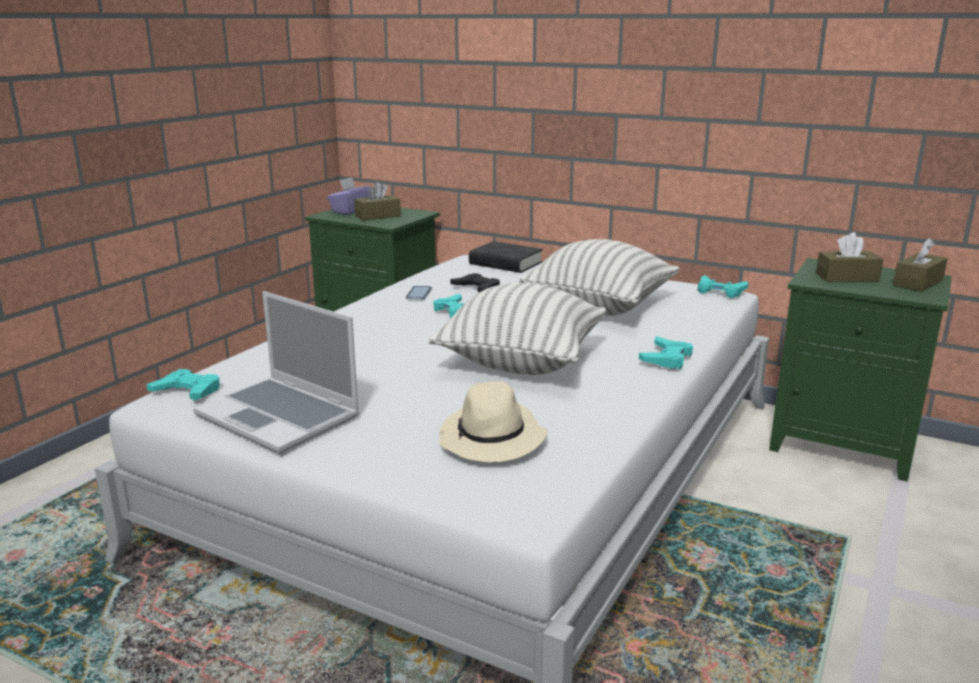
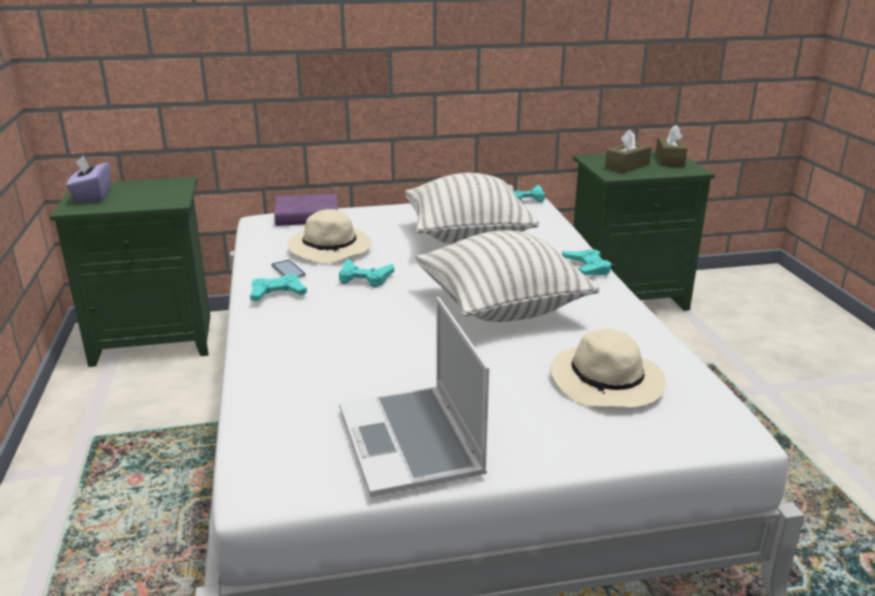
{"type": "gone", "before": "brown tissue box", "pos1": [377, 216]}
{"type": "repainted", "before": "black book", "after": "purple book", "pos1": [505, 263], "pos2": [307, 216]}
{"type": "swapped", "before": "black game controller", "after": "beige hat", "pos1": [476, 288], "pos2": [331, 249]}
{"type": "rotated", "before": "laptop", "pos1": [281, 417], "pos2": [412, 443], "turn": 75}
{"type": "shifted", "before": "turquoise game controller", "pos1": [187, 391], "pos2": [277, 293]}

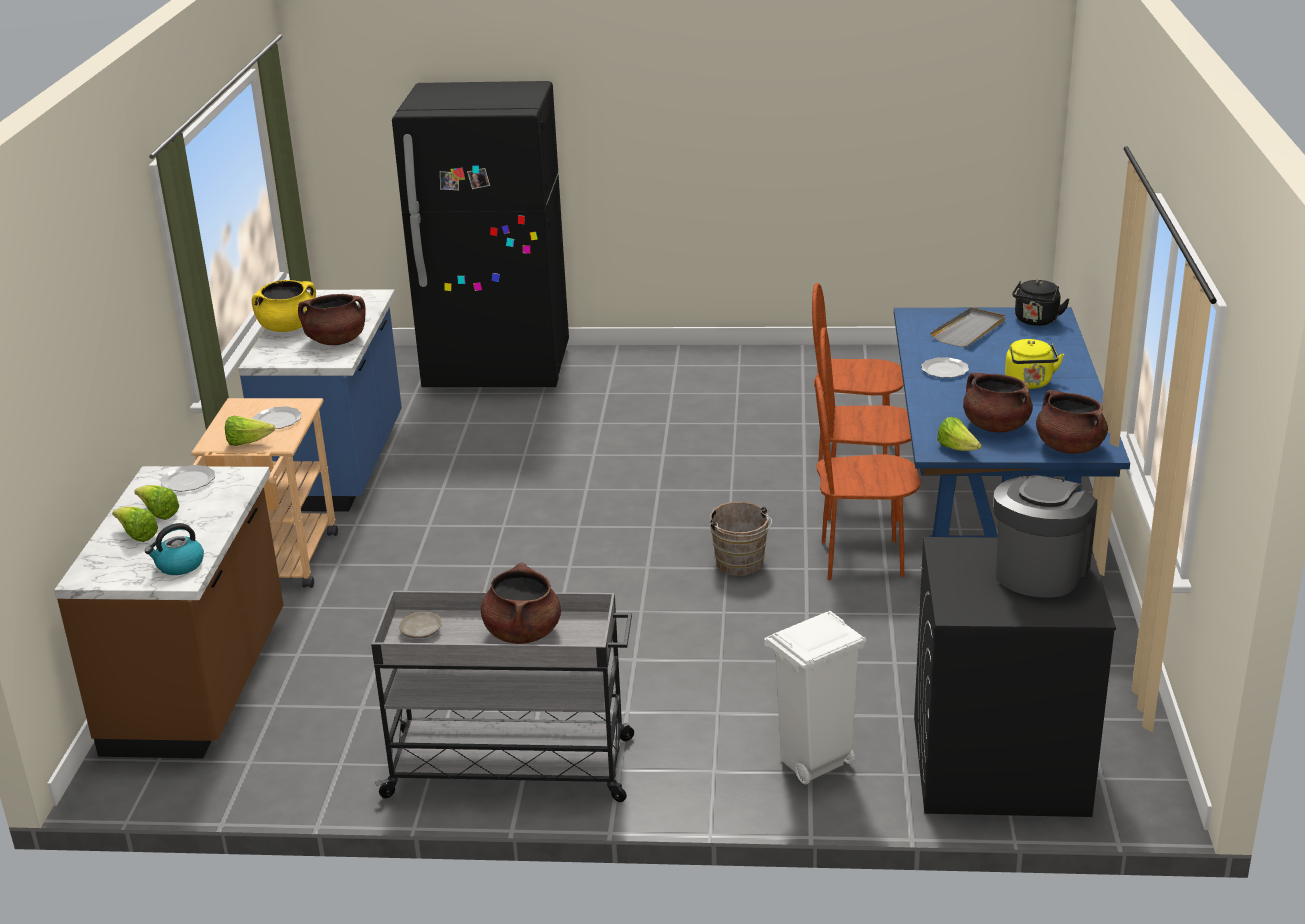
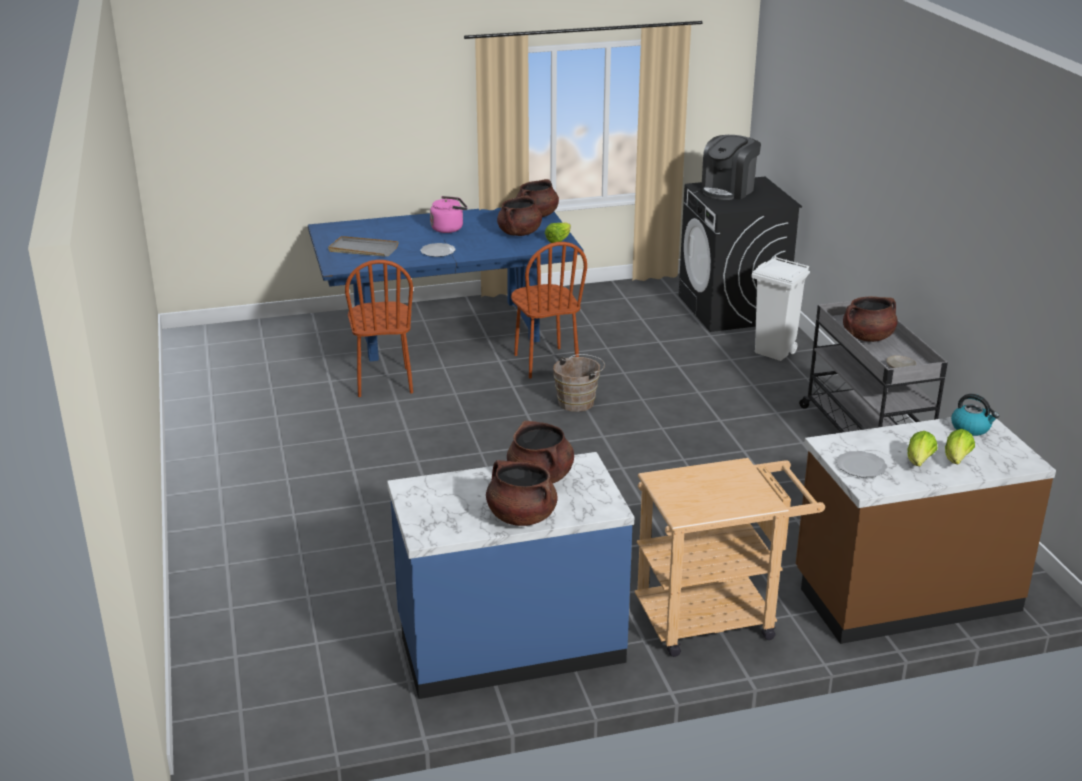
{"type": "gone", "before": "black fridge", "pos1": [498, 370]}
{"type": "repainted", "before": "yellow cooking pot", "after": "brown cooking pot", "pos1": [288, 327], "pos2": [521, 516]}
{"type": "gone", "before": "black kettle", "pos1": [1036, 321]}
{"type": "gone", "before": "brown chair", "pos1": [863, 504]}
{"type": "repainted", "before": "yellow kettle", "after": "pink kettle", "pos1": [1029, 383], "pos2": [449, 228]}
{"type": "gone", "before": "plate", "pos1": [276, 420]}
{"type": "gone", "before": "lettuce", "pos1": [247, 442]}
{"type": "rotated", "before": "coffee machine", "pos1": [1039, 570], "pos2": [728, 190], "turn": -60}

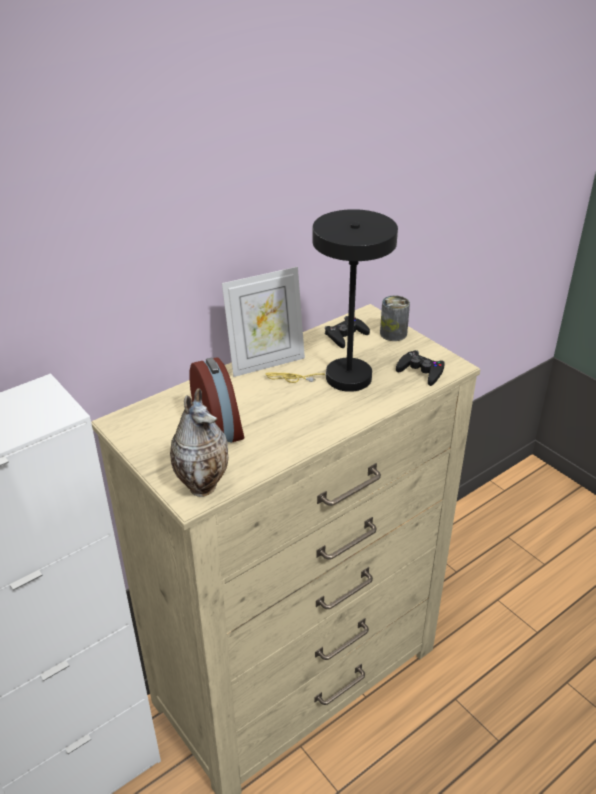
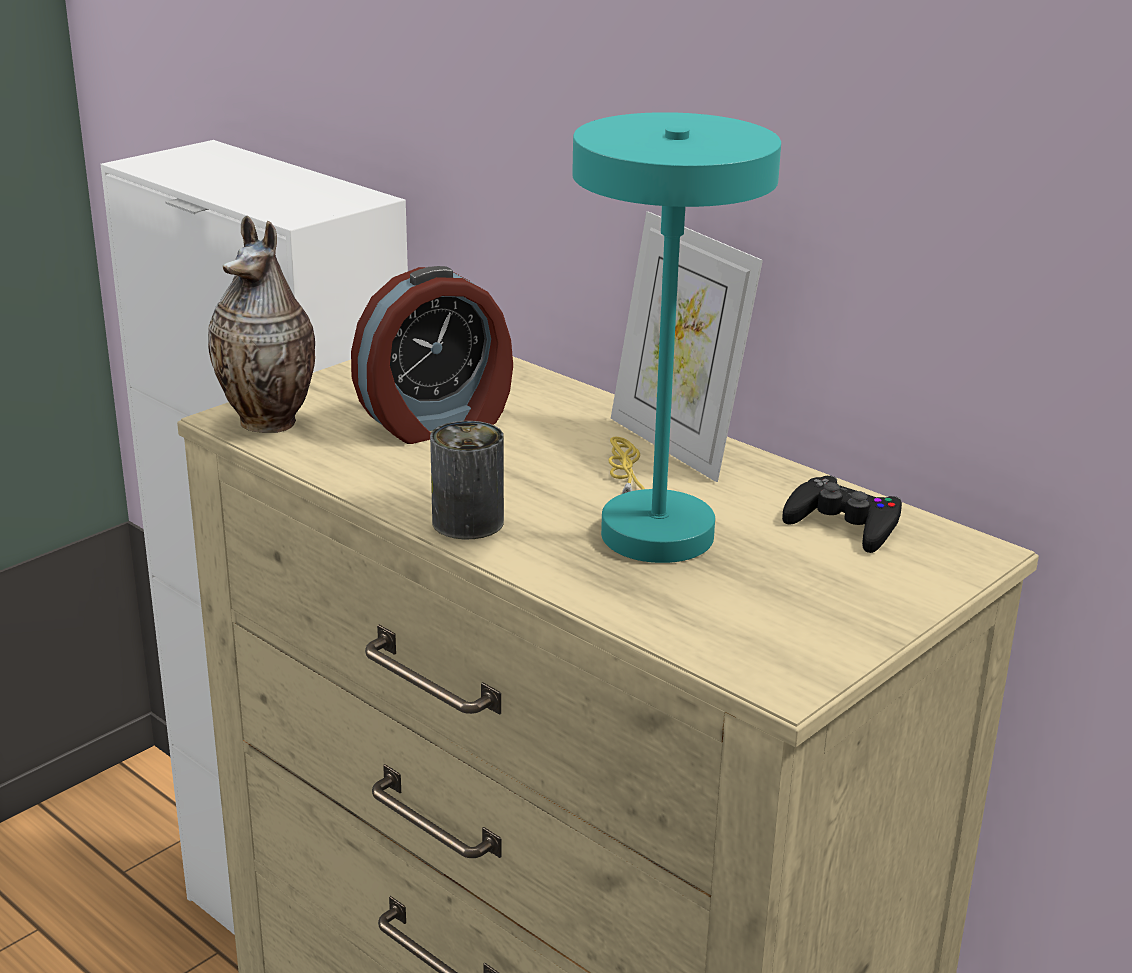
{"type": "repainted", "before": "black table lamp", "after": "turquoise table lamp", "pos1": [339, 378], "pos2": [650, 524]}
{"type": "shifted", "before": "can", "pos1": [393, 333], "pos2": [467, 522]}
{"type": "gone", "before": "black game controller", "pos1": [420, 372]}

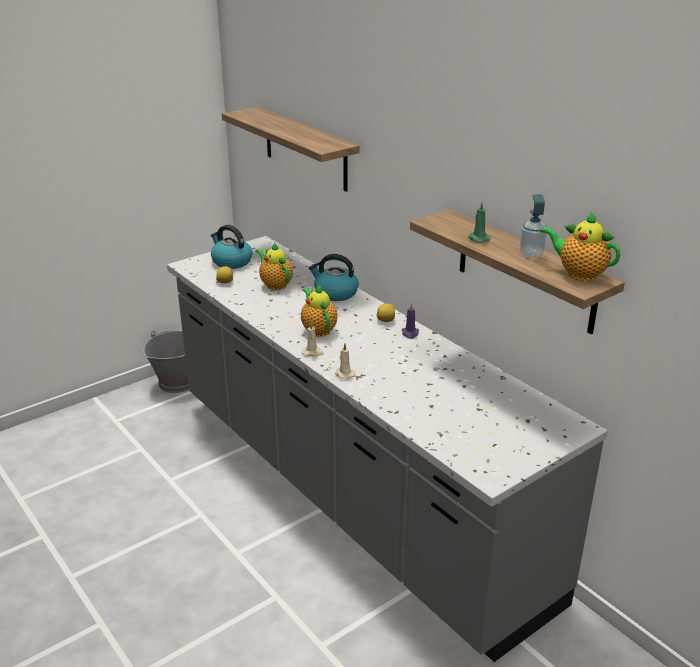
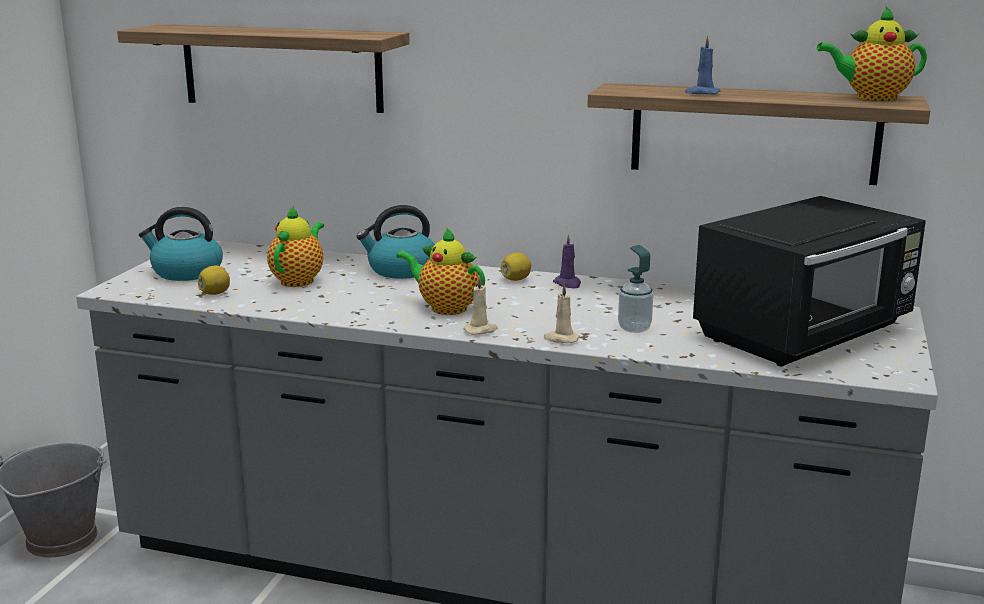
{"type": "shifted", "before": "soap dispenser", "pos1": [531, 254], "pos2": [634, 328]}
{"type": "repainted", "before": "green candle", "after": "blue candle", "pos1": [478, 238], "pos2": [702, 93]}
{"type": "rotated", "before": "teapot", "pos1": [275, 284], "pos2": [299, 280], "turn": 90}
{"type": "new", "after": "black microwave", "pos2": [805, 334]}

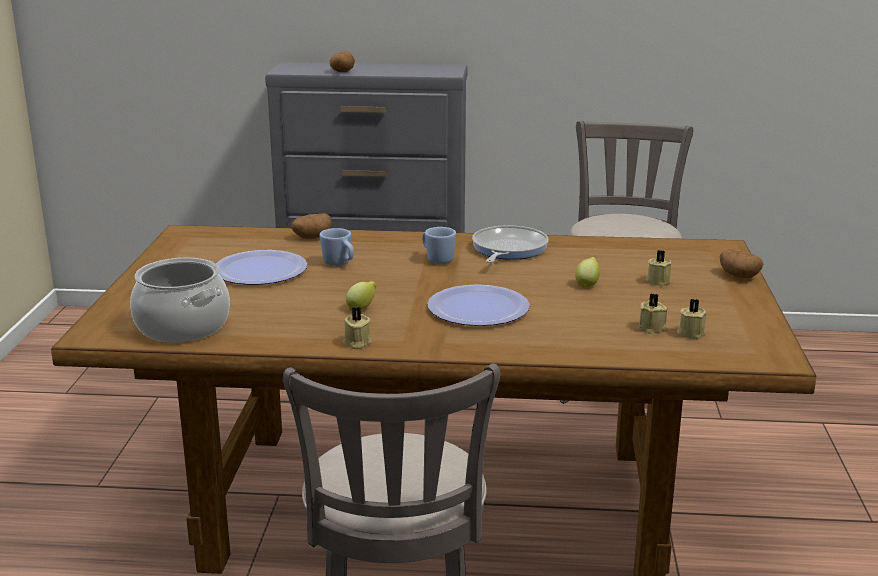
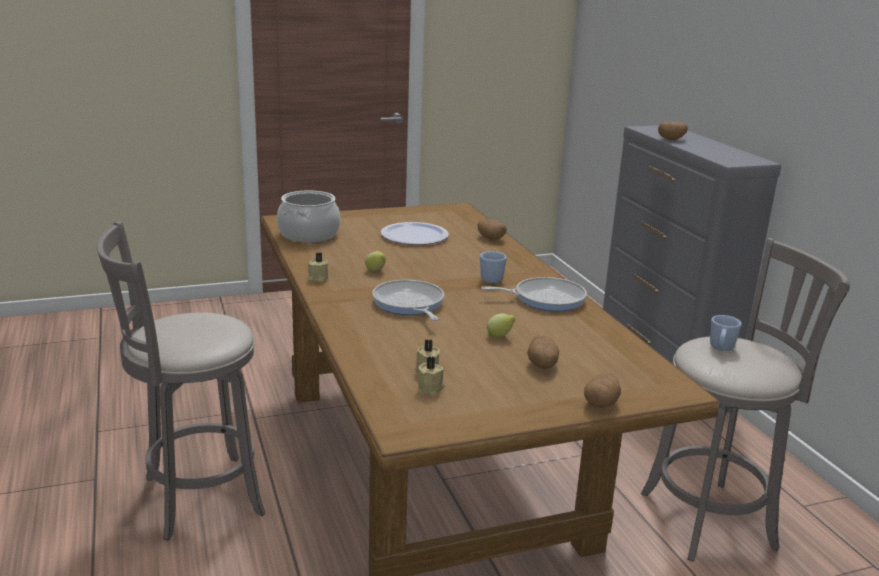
{"type": "shifted", "before": "blue mug", "pos1": [339, 264], "pos2": [721, 348]}
{"type": "swapped", "before": "beige candle", "after": "potato", "pos1": [658, 281], "pos2": [542, 365]}
{"type": "swapped", "before": "plate", "after": "frying pan", "pos1": [478, 308], "pos2": [409, 304]}

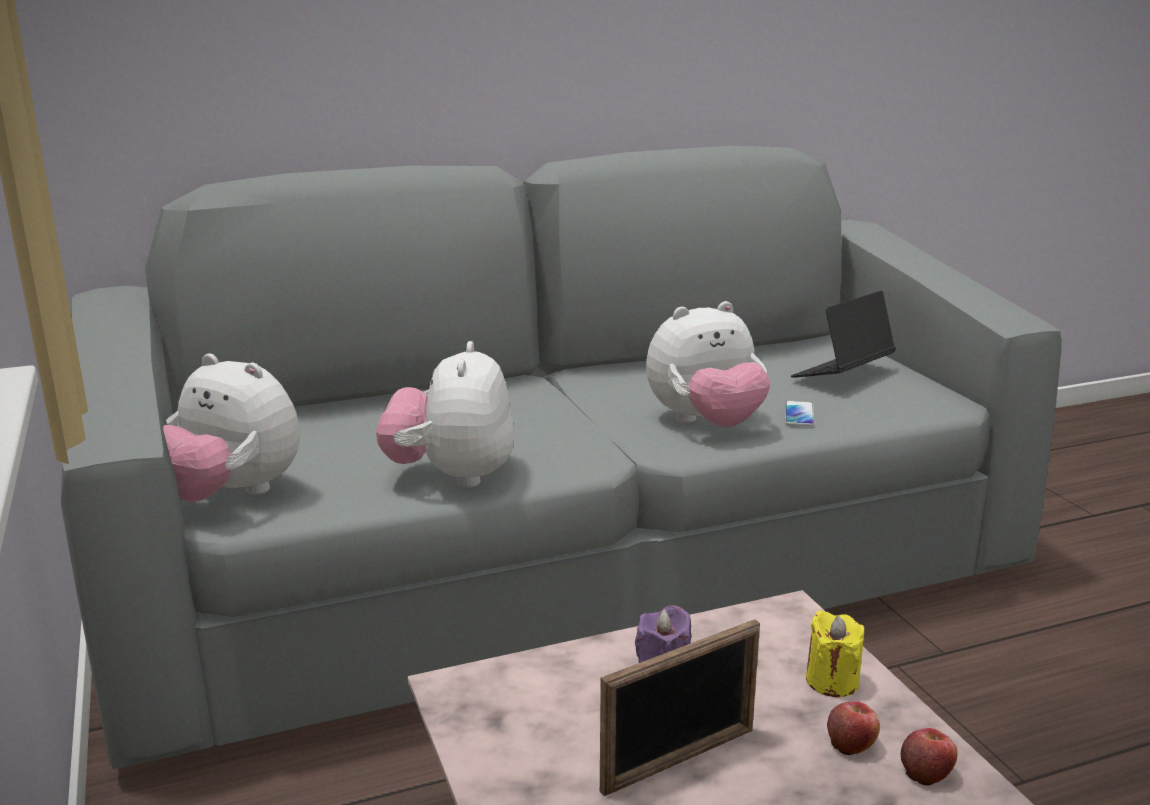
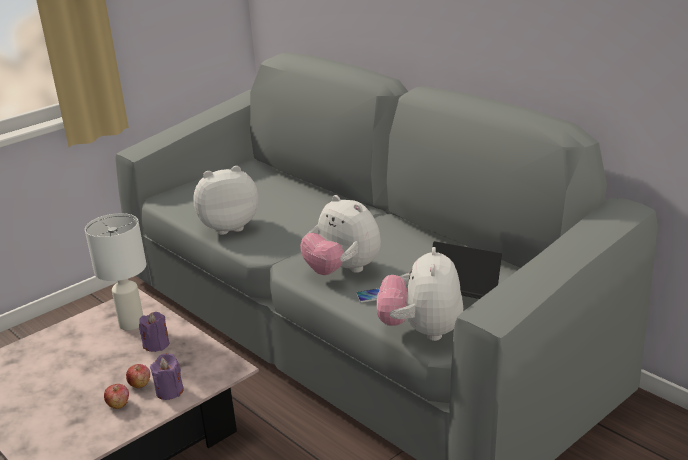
{"type": "shifted", "before": "plush toy", "pos1": [231, 495], "pos2": [422, 331]}
{"type": "repainted", "before": "yellow candle", "after": "purple candle", "pos1": [832, 681], "pos2": [169, 391]}
{"type": "gone", "before": "picture frame", "pos1": [679, 760]}
{"type": "shifted", "before": "apple", "pos1": [926, 773], "pos2": [140, 384]}
{"type": "new", "after": "white table lamp", "pos2": [131, 323]}

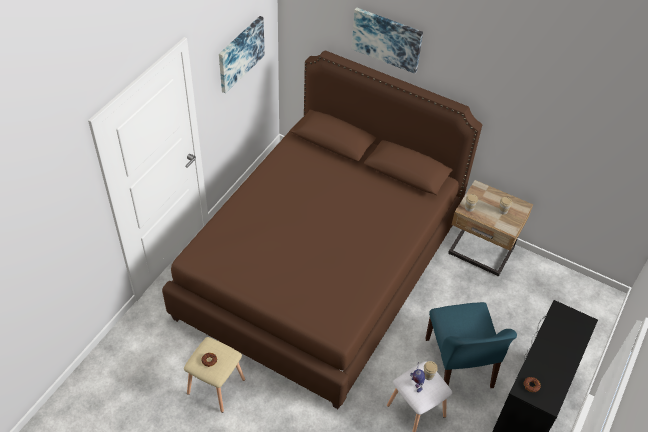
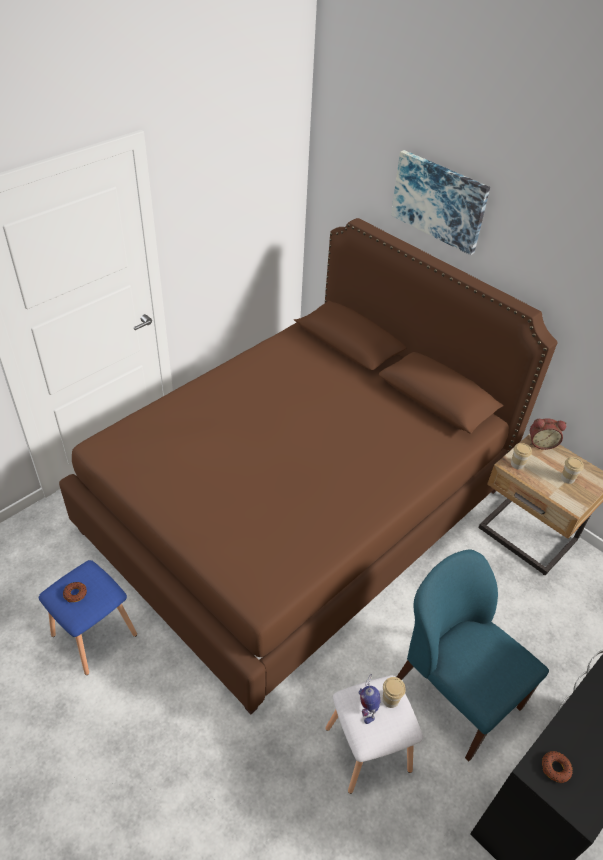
{"type": "gone", "before": "picture", "pos1": [240, 53]}
{"type": "rotated", "before": "blue chair", "pos1": [459, 364], "pos2": [455, 692], "turn": 135}
{"type": "repainted", "before": "beige stool", "after": "blue stool", "pos1": [216, 385], "pos2": [95, 633]}
{"type": "new", "after": "alarm clock", "pos2": [541, 443]}

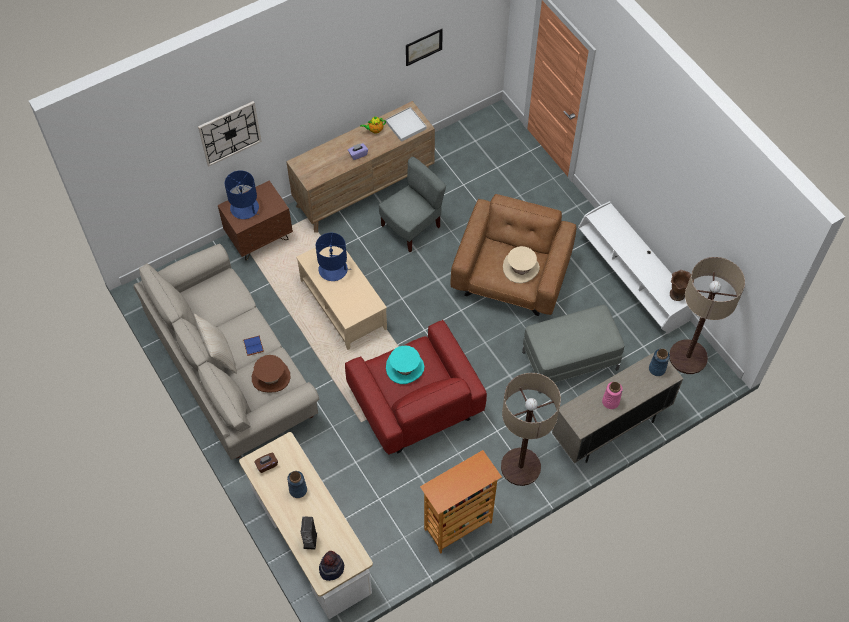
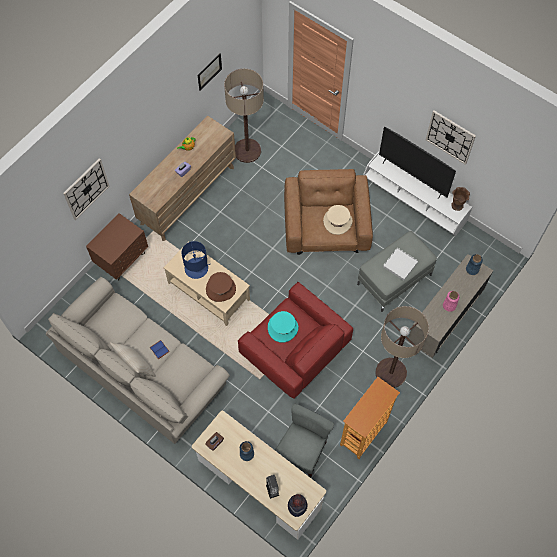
{"type": "shifted", "before": "white tray", "pos1": [405, 125], "pos2": [400, 265]}
{"type": "shifted", "before": "grey chair", "pos1": [411, 227], "pos2": [302, 451]}
{"type": "gone", "before": "blue table lamp", "pos1": [245, 208]}
{"type": "shifted", "before": "floor lamp", "pos1": [688, 357], "pos2": [247, 151]}
{"type": "shifted", "before": "brown hat", "pos1": [271, 377], "pos2": [221, 289]}
{"type": "new", "after": "wall clock", "pos2": [450, 137]}
{"type": "new", "after": "television", "pos2": [412, 177]}

